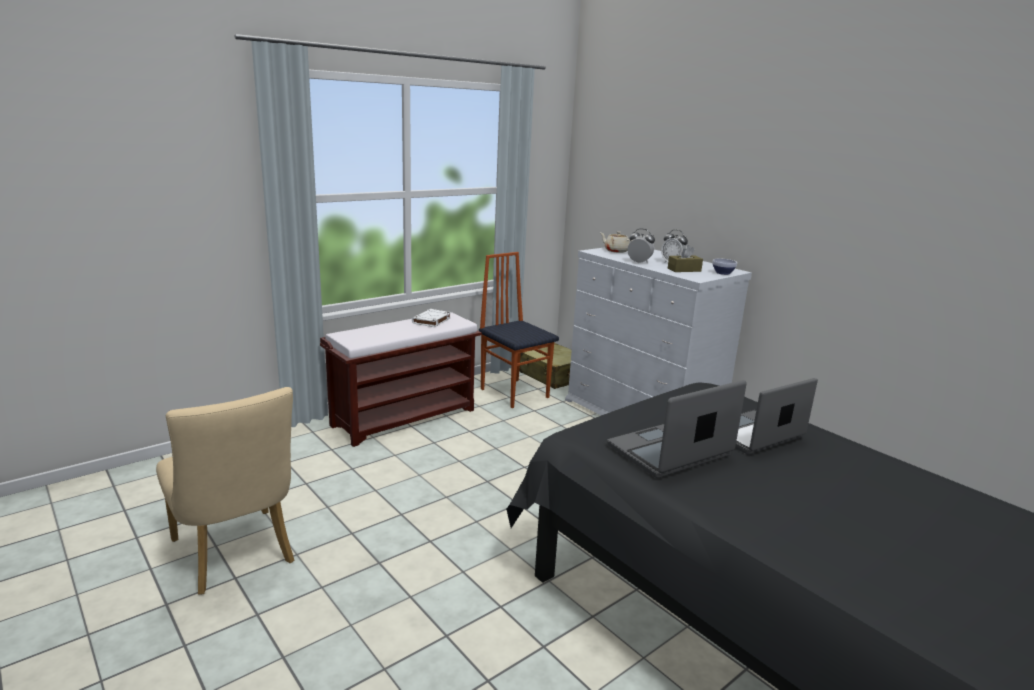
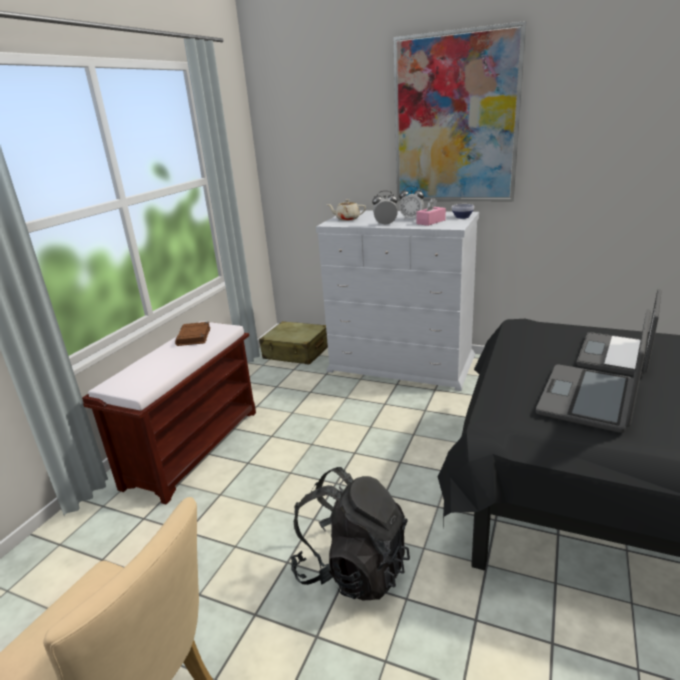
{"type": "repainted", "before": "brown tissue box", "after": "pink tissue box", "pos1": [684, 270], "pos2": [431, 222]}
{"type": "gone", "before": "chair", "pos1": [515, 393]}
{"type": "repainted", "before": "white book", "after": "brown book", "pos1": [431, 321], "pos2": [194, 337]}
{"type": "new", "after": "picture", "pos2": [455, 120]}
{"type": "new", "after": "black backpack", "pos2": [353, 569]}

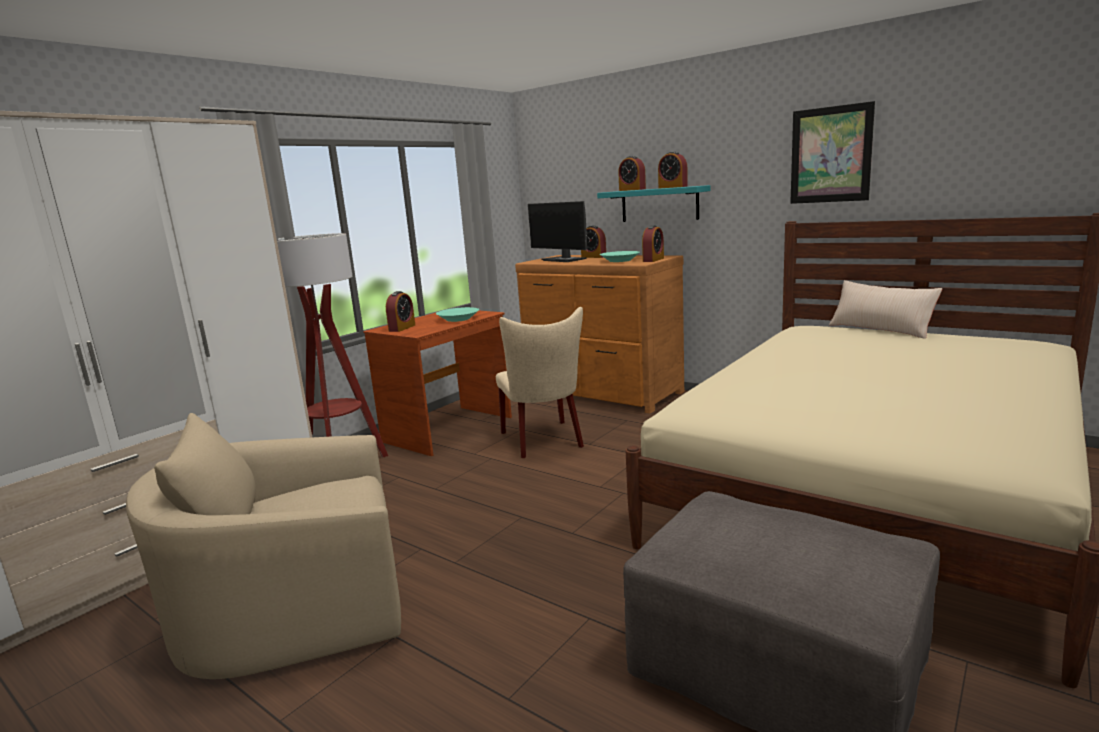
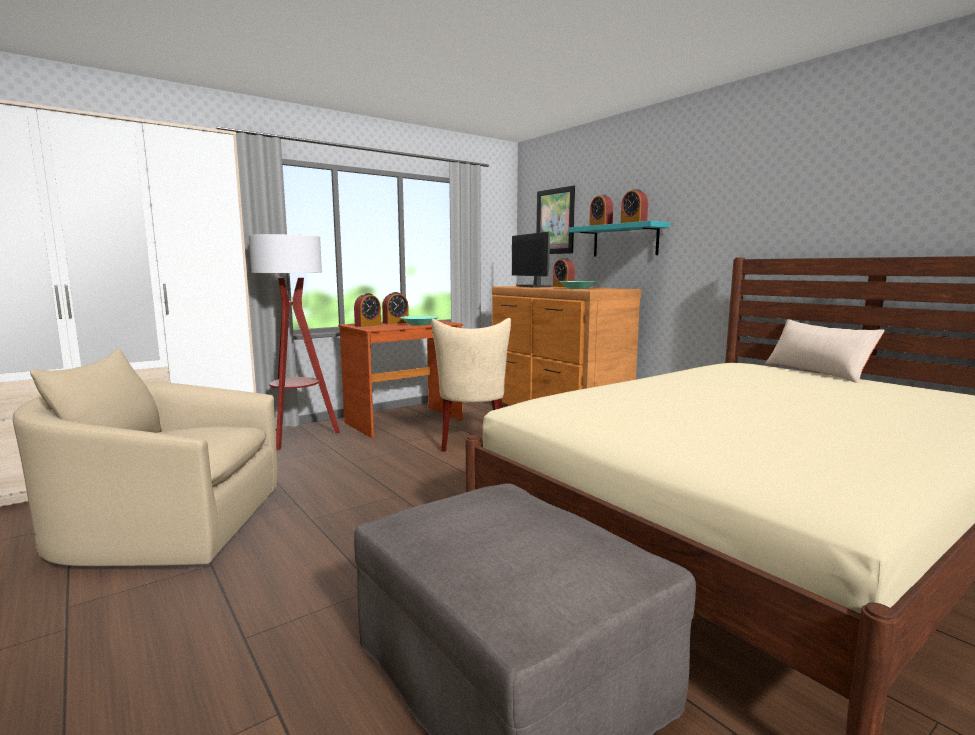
{"type": "shifted", "before": "picture", "pos1": [830, 155], "pos2": [555, 221]}
{"type": "shifted", "before": "alarm clock", "pos1": [653, 260], "pos2": [395, 322]}

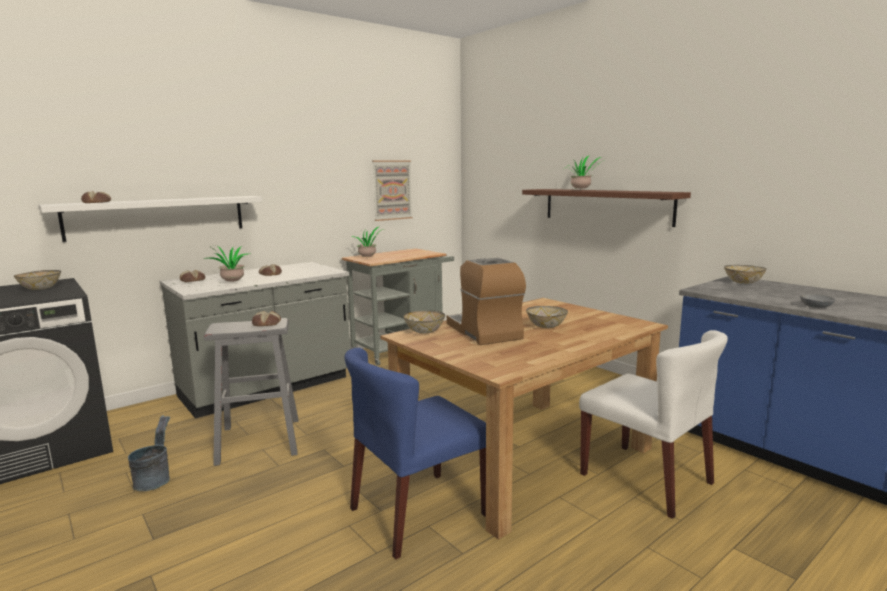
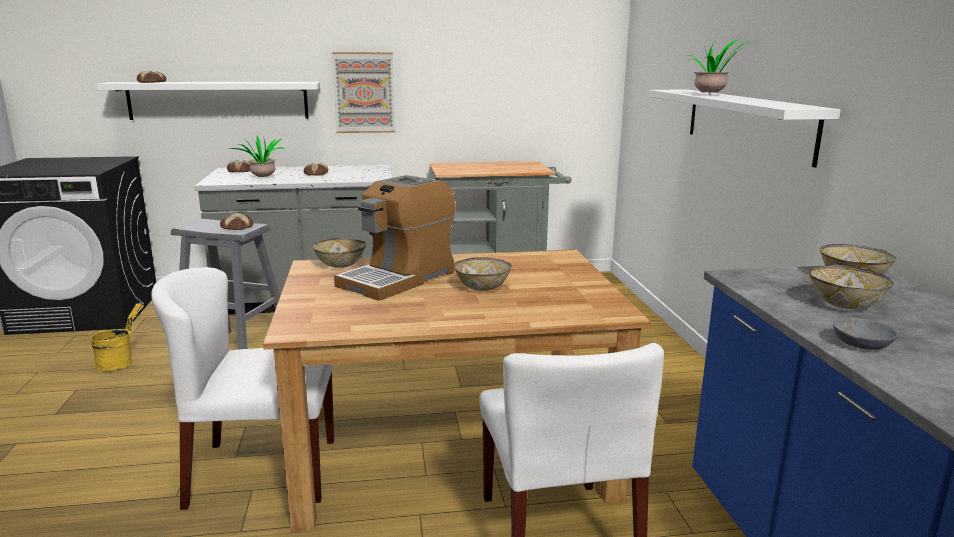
{"type": "shifted", "before": "picture", "pos1": [392, 190], "pos2": [364, 93]}
{"type": "repainted", "before": "brown shelf", "after": "white shelf", "pos1": [606, 206], "pos2": [746, 123]}
{"type": "gone", "before": "potted plant", "pos1": [368, 257]}
{"type": "rotated", "before": "coffee machine", "pos1": [484, 331], "pos2": [398, 278], "turn": -150}
{"type": "shifted", "before": "bowl", "pos1": [41, 288], "pos2": [845, 305]}
{"type": "repainted", "before": "blue chair", "after": "white chair", "pos1": [418, 512], "pos2": [262, 472]}
{"type": "repainted", "before": "grey bucket", "after": "yellow bucket", "pos1": [155, 479], "pos2": [120, 362]}

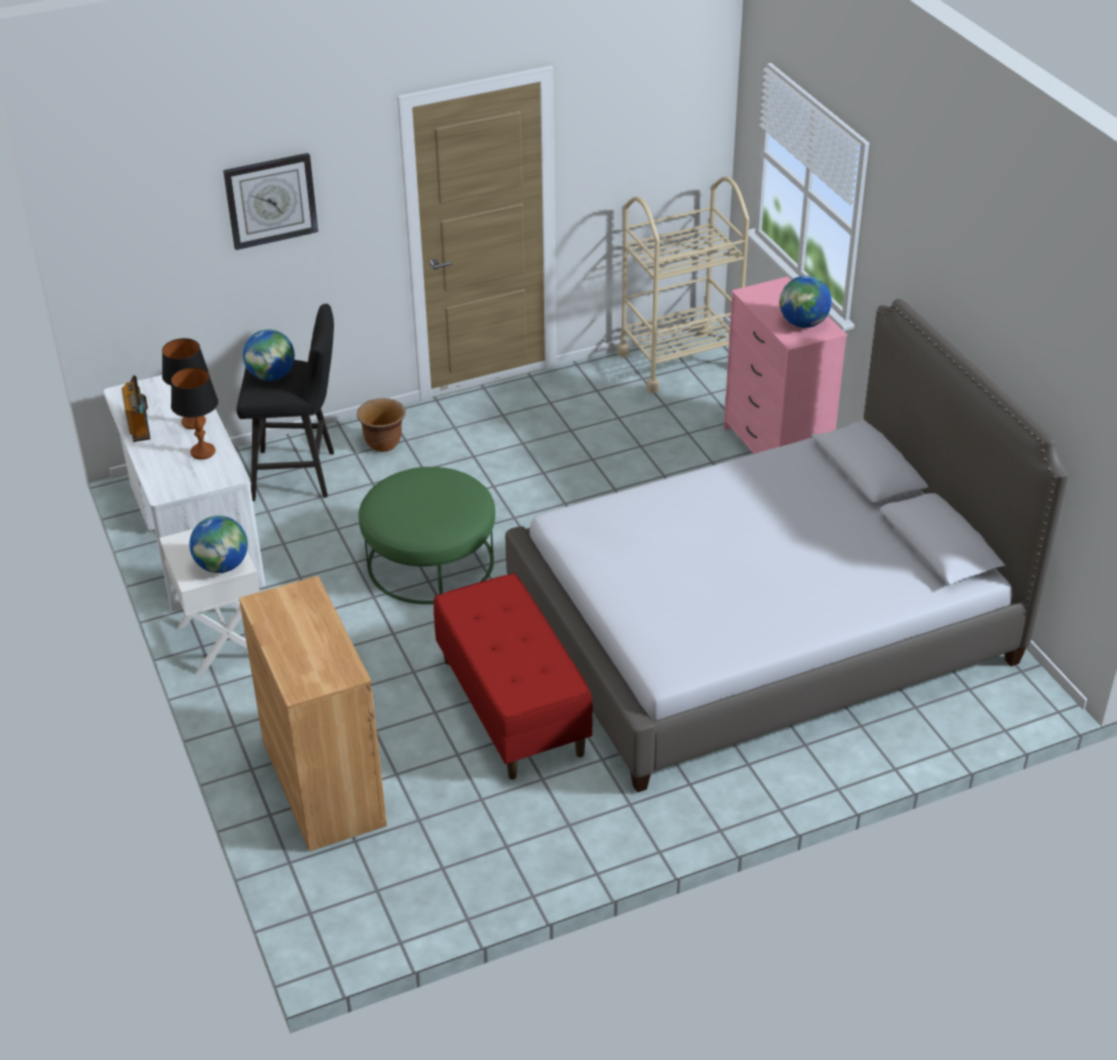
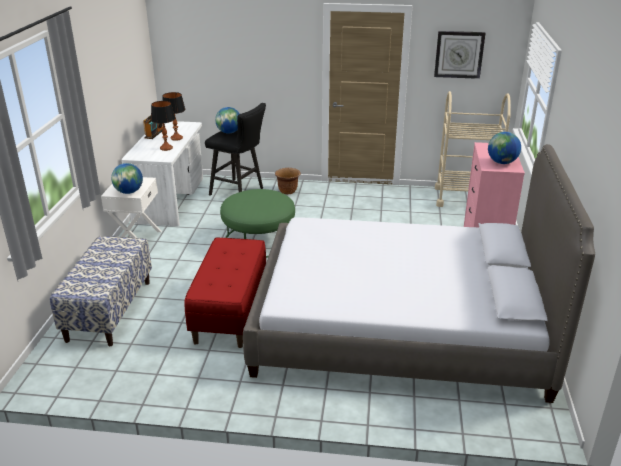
{"type": "shifted", "before": "wall clock", "pos1": [271, 200], "pos2": [459, 54]}
{"type": "swapped", "before": "brown cabinet", "after": "bench", "pos1": [323, 782], "pos2": [109, 310]}

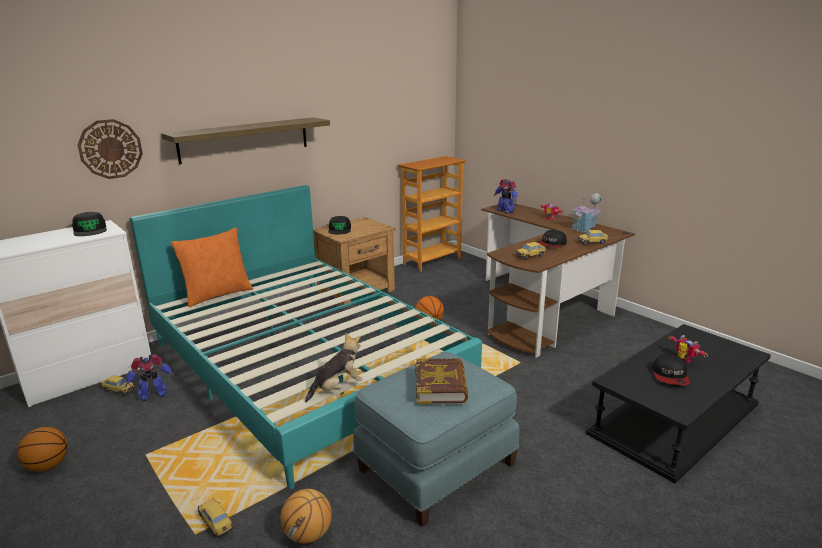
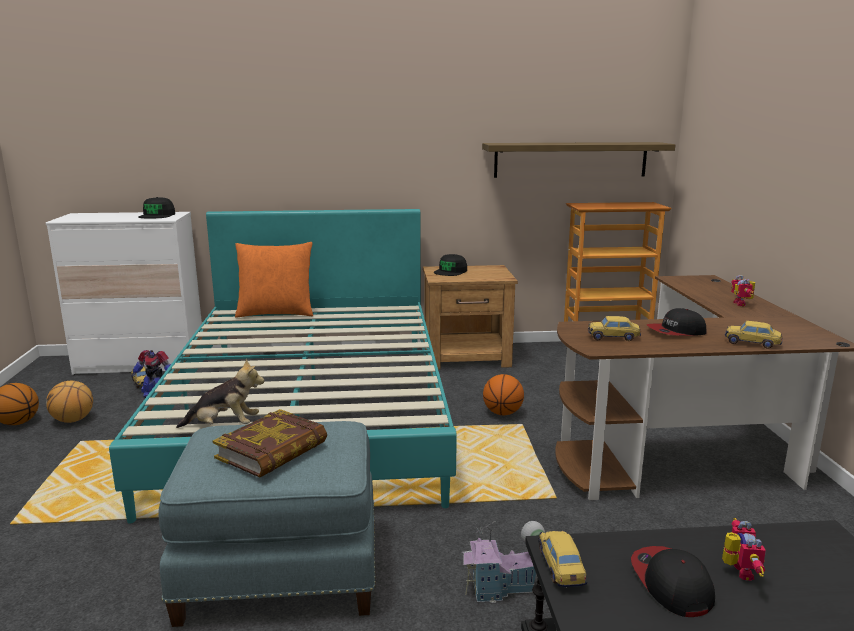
{"type": "shifted", "before": "shelf", "pos1": [245, 139], "pos2": [570, 159]}
{"type": "gone", "before": "wall clock", "pos1": [110, 149]}
{"type": "gone", "before": "toy robot", "pos1": [505, 211]}
{"type": "shifted", "before": "toy house", "pos1": [585, 228], "pos2": [501, 589]}
{"type": "rotated", "before": "cap", "pos1": [670, 376], "pos2": [671, 583], "turn": 120}
{"type": "shifted", "before": "basketball", "pos1": [308, 534], "pos2": [73, 420]}
{"type": "shifted", "before": "toy car", "pos1": [216, 523], "pos2": [561, 568]}

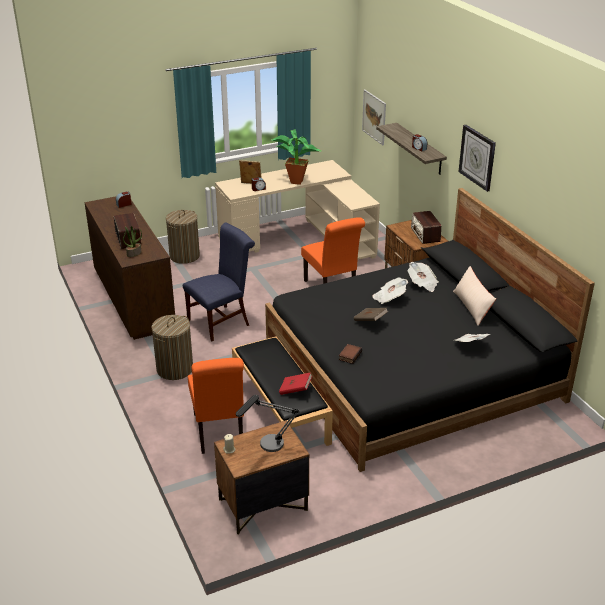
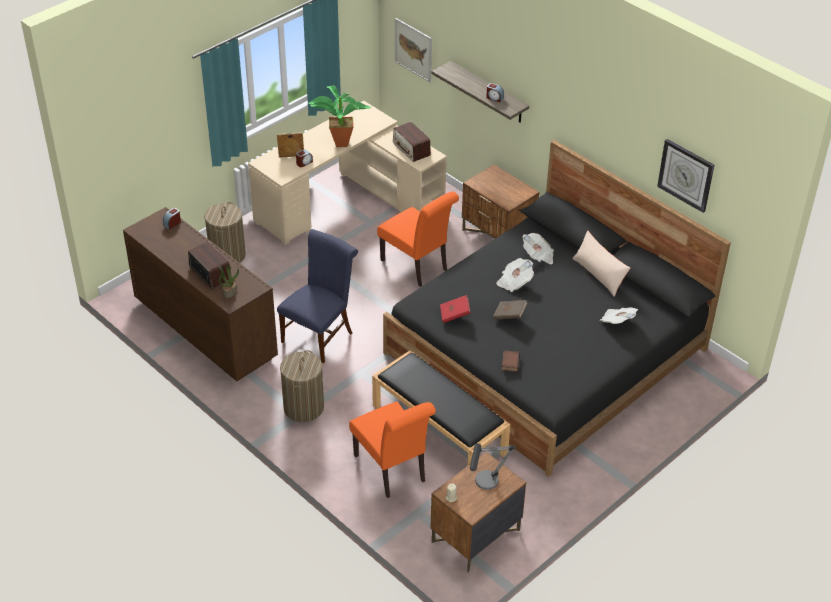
{"type": "shifted", "before": "wall clock", "pos1": [477, 157], "pos2": [686, 175]}
{"type": "shifted", "before": "radio", "pos1": [425, 235], "pos2": [411, 149]}
{"type": "shifted", "before": "red book", "pos1": [295, 390], "pos2": [455, 315]}

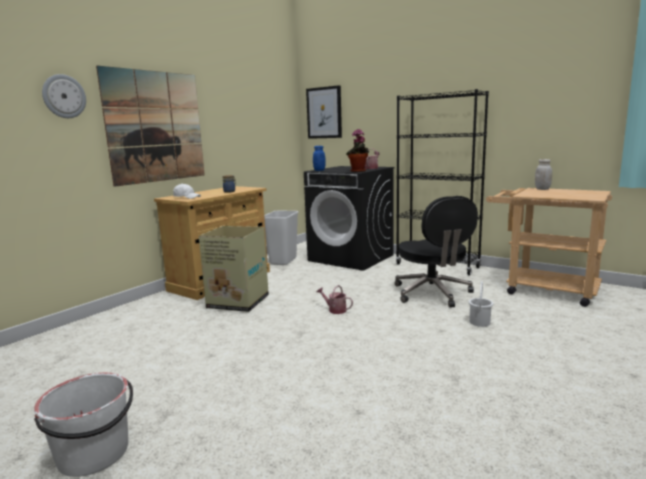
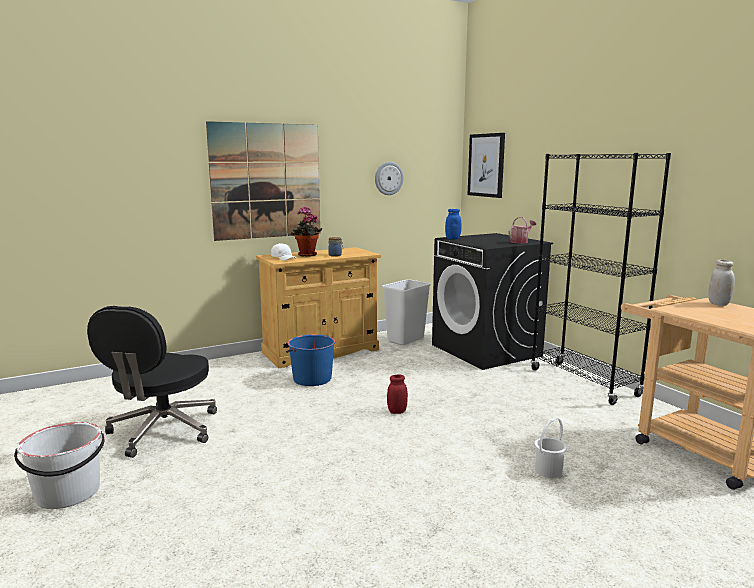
{"type": "shifted", "before": "wall clock", "pos1": [64, 96], "pos2": [388, 178]}
{"type": "shifted", "before": "potted plant", "pos1": [358, 171], "pos2": [306, 255]}
{"type": "shifted", "before": "black office chair", "pos1": [432, 293], "pos2": [162, 431]}
{"type": "swapped", "before": "cardboard box", "after": "blue bucket", "pos1": [237, 302], "pos2": [311, 379]}
{"type": "swapped", "before": "watering can", "after": "red jar", "pos1": [335, 310], "pos2": [397, 411]}

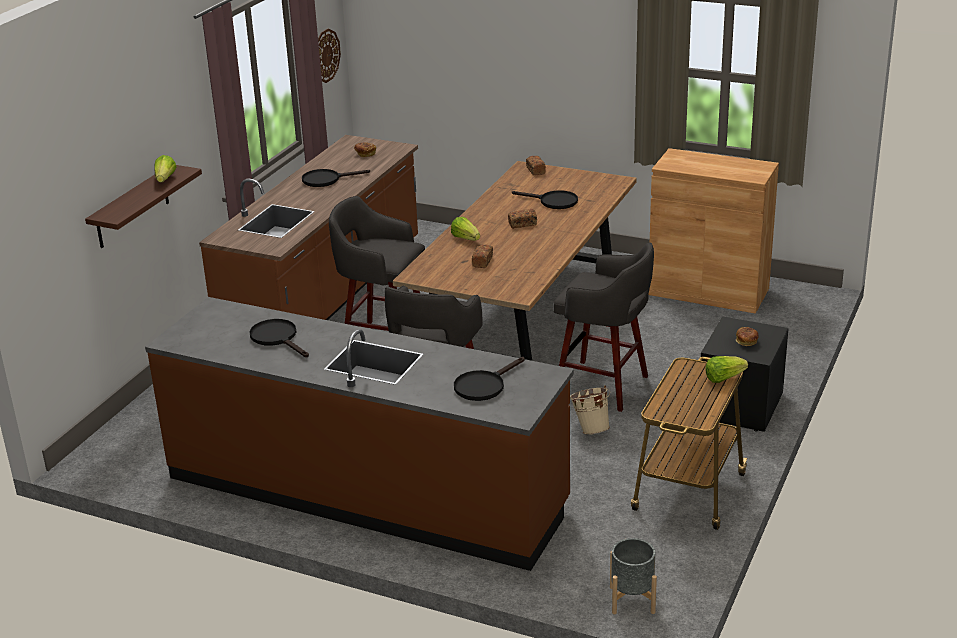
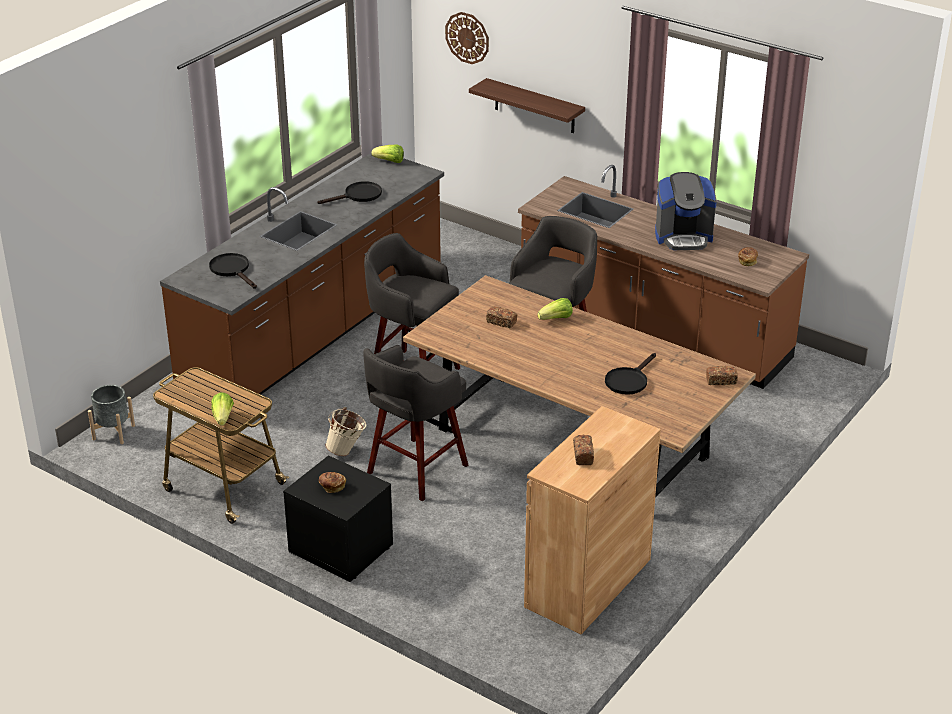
{"type": "shifted", "before": "wall clock", "pos1": [326, 55], "pos2": [467, 37]}
{"type": "shifted", "before": "lettuce", "pos1": [165, 179], "pos2": [389, 161]}
{"type": "swapped", "before": "black frying pan", "after": "coffee machine", "pos1": [326, 180], "pos2": [683, 237]}
{"type": "shifted", "before": "bread", "pos1": [522, 224], "pos2": [583, 455]}

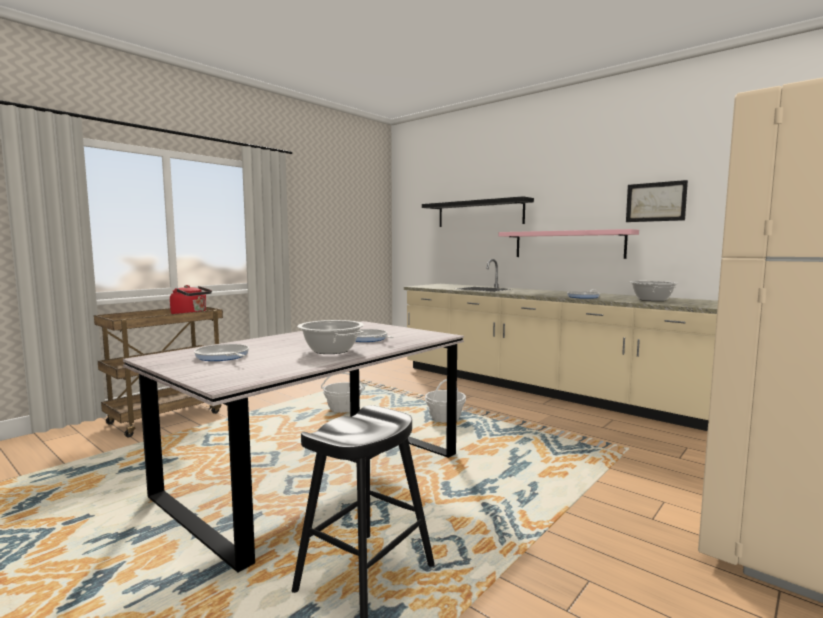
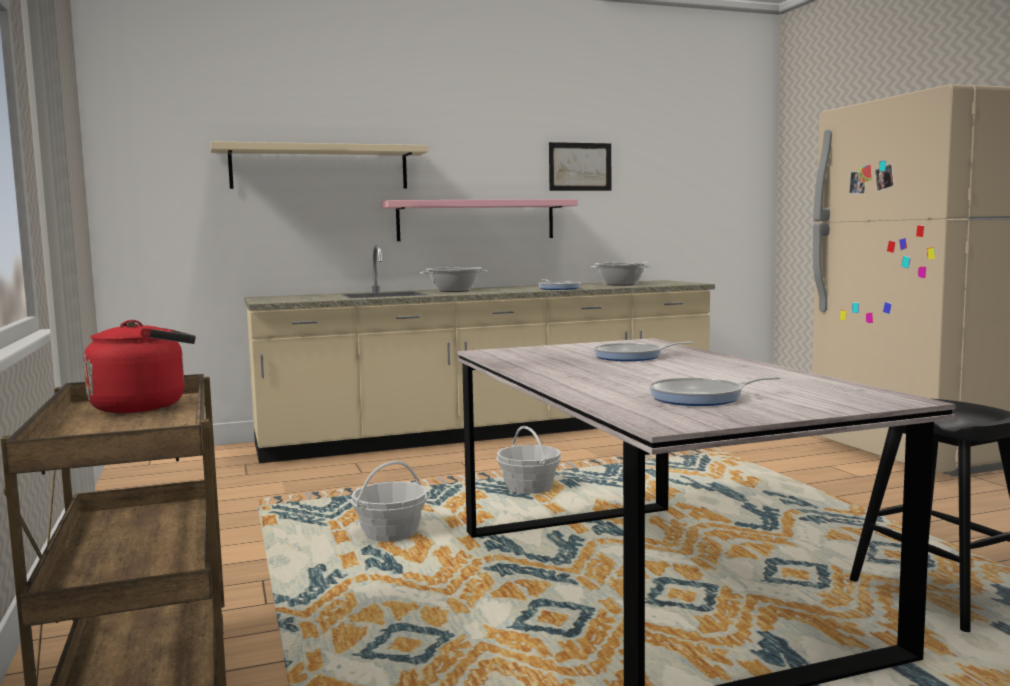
{"type": "repainted", "before": "black shelf", "after": "beige shelf", "pos1": [479, 213], "pos2": [320, 167]}
{"type": "shifted", "before": "cooking pot", "pos1": [331, 350], "pos2": [454, 290]}

